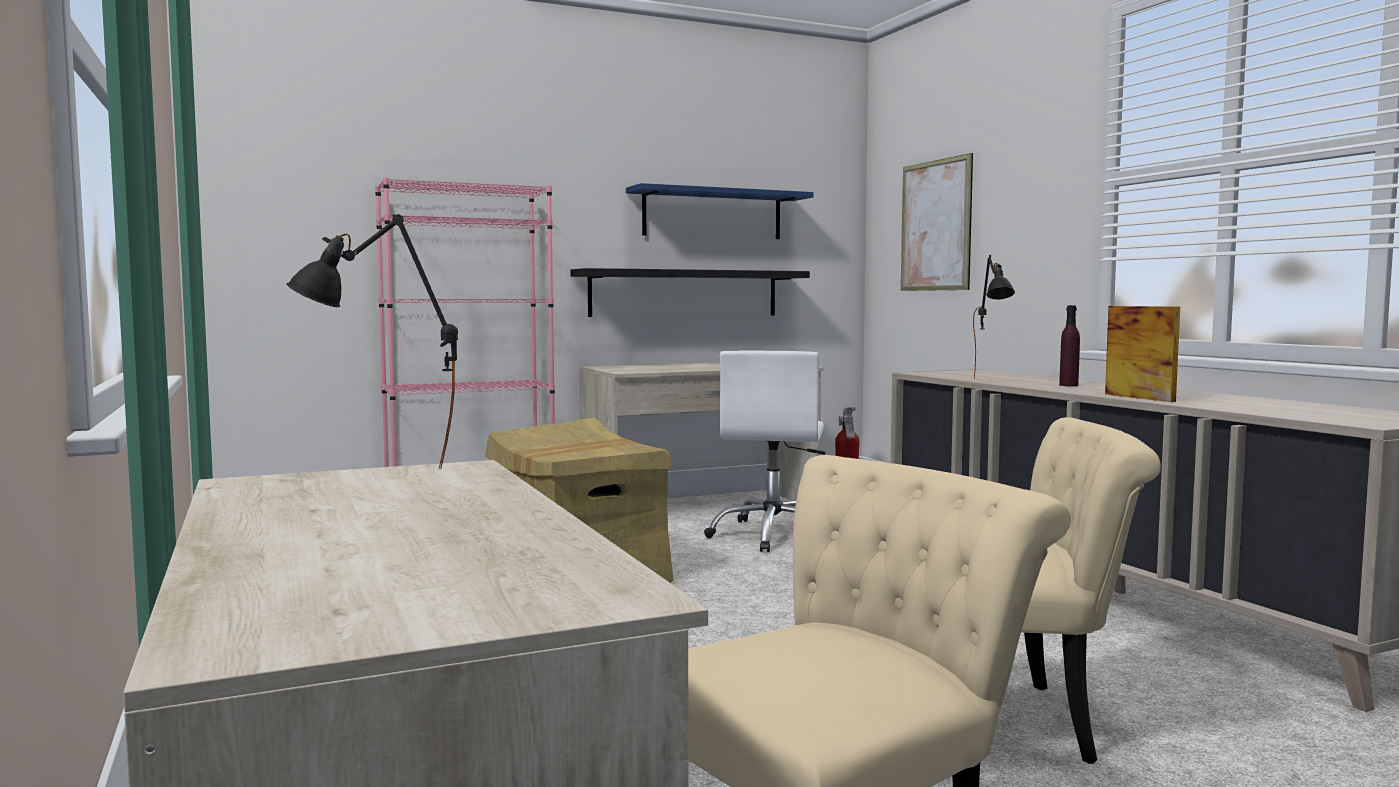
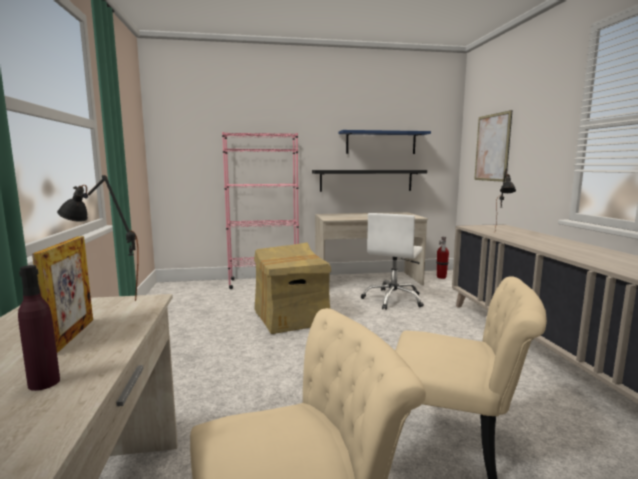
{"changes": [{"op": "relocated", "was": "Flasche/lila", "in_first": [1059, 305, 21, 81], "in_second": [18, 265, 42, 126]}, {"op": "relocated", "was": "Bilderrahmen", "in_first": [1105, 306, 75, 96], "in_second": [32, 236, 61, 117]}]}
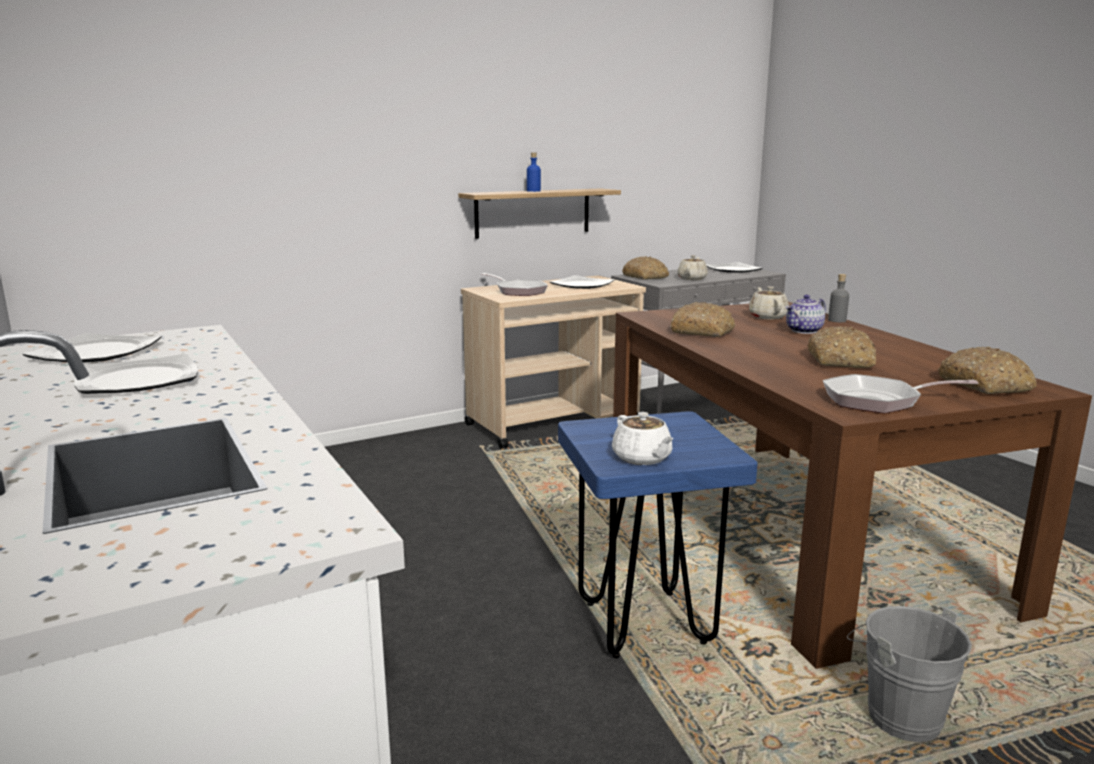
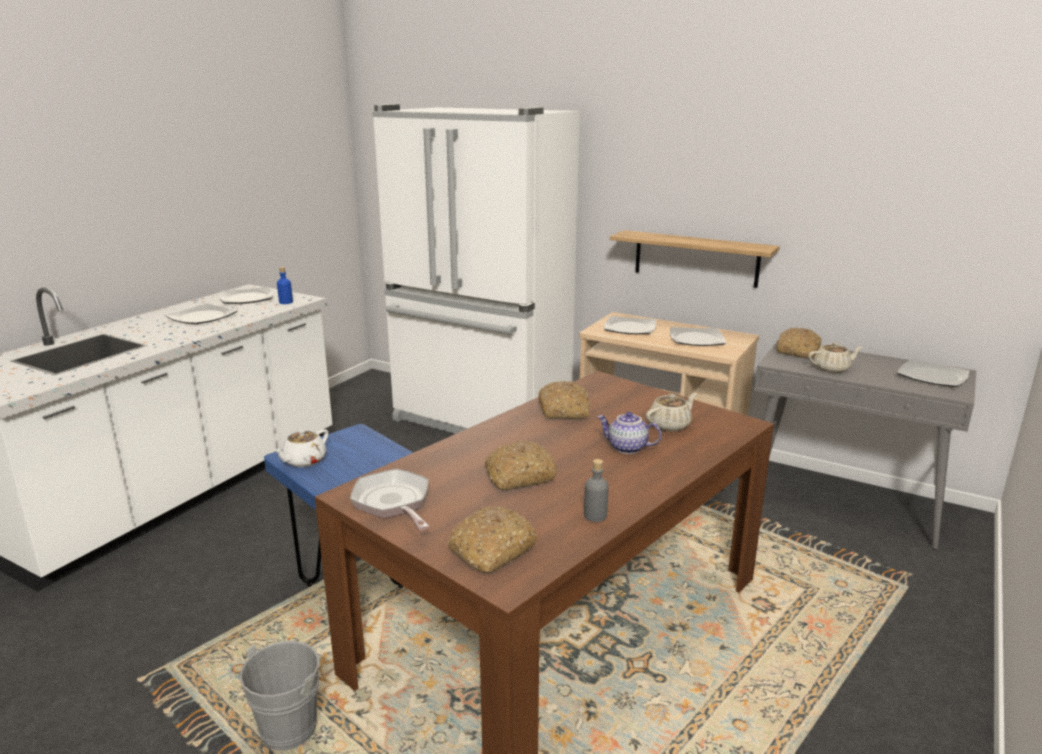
{"changes": [{"op": "appeared", "now": "Kühlschrank/weiß", "in_second": [372, 104, 208, 330]}, {"op": "relocated", "was": "Flasche/blau", "in_first": [527, 152, 14, 40], "in_second": [277, 267, 16, 37]}, {"op": "relocated", "was": "Flasche/grau", "in_first": [828, 274, 21, 48], "in_second": [584, 459, 25, 63]}, {"op": "exchanged", "was": "Pfanne", "now": "Teller", "in_first": [481, 273, 67, 23], "in_second": [604, 316, 52, 18]}]}
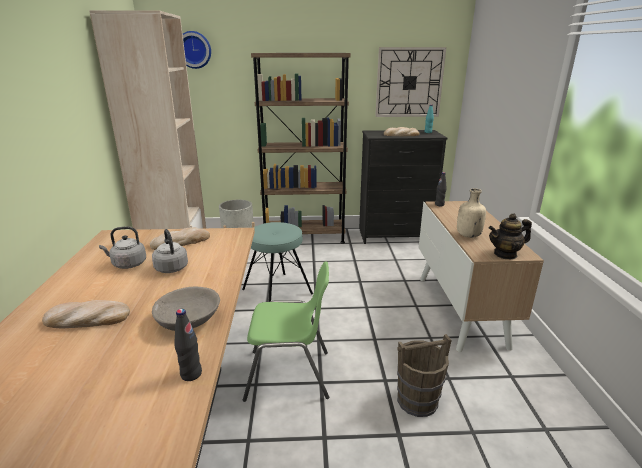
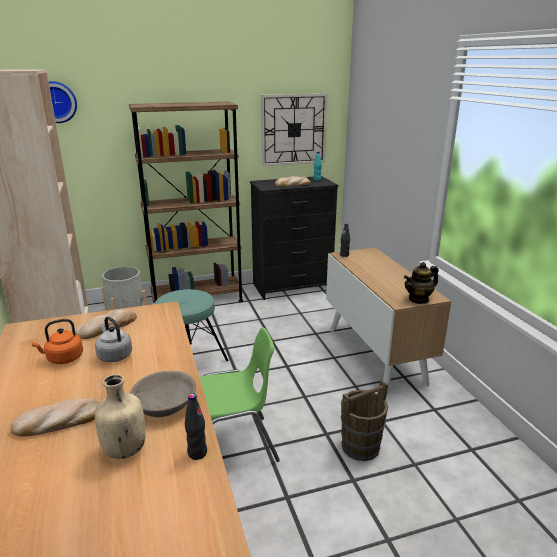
{"changes": [{"op": "relocated", "was": "Flasche/beige", "in_first": [457, 188, 29, 50], "in_second": [95, 374, 51, 85]}, {"op": "colour", "was": "Wasserkessel/grau", "now": "Wasserkessel/orange", "in_first": [99, 226, 47, 43], "in_second": [31, 319, 52, 45]}]}
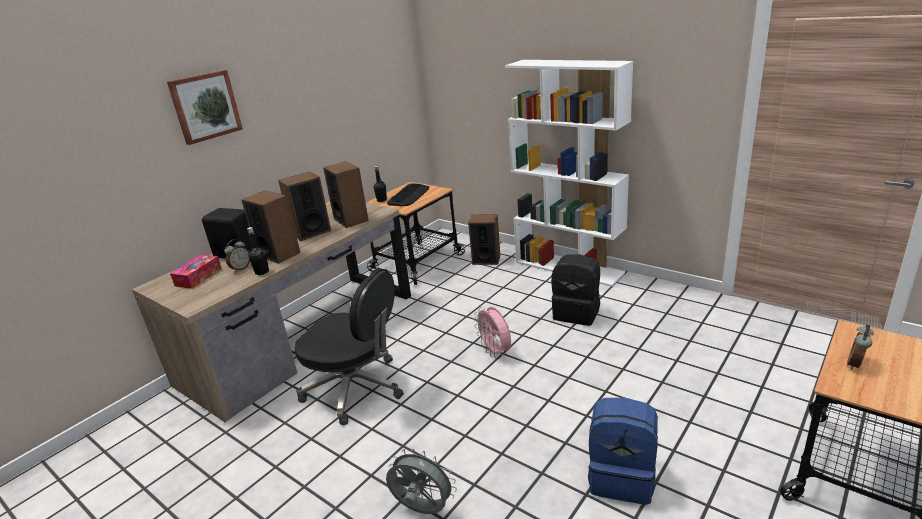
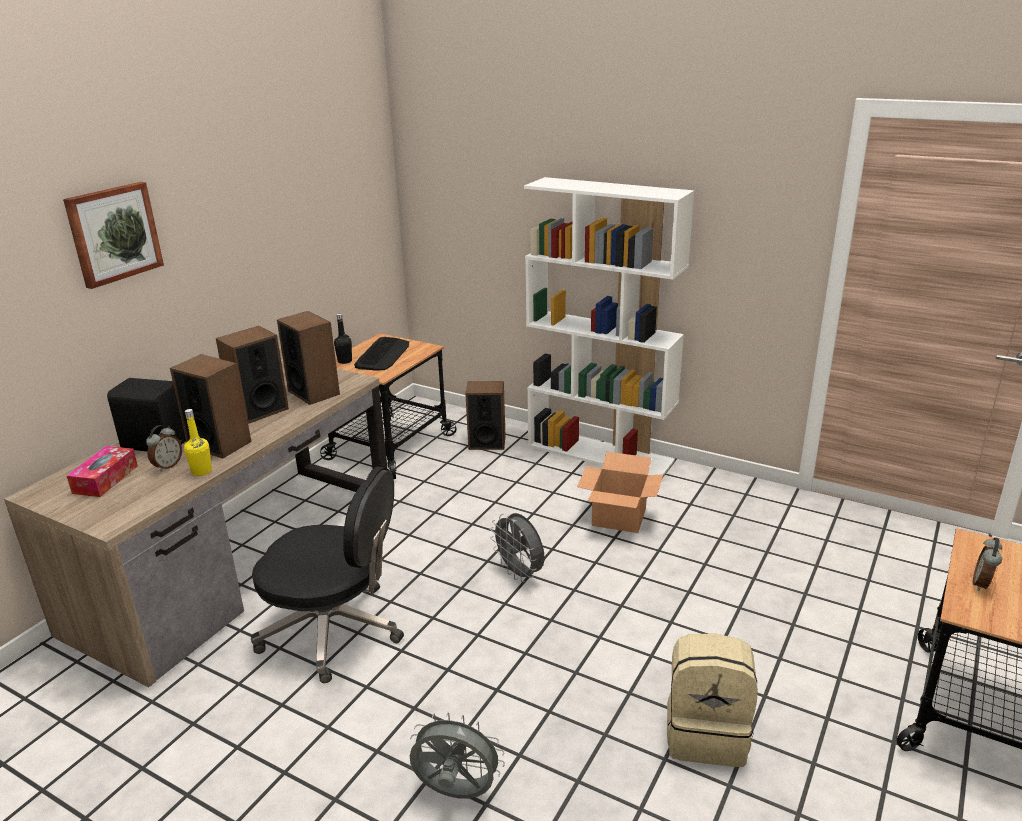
{"changes": [{"op": "exchanged", "was": "Rucksack/schwarz", "now": "Karton", "in_first": [551, 254, 49, 72], "in_second": [577, 452, 86, 81]}, {"op": "colour", "was": "Flasche/schwarz", "now": "Flasche/gelb", "in_first": [247, 227, 22, 48], "in_second": [184, 409, 28, 67]}, {"op": "colour", "was": "Ventilator/rosa", "now": "Ventilator/grau", "in_first": [474, 307, 37, 52], "in_second": [490, 513, 54, 69]}, {"op": "colour", "was": "Rucksack/blau", "now": "Rucksack/beige", "in_first": [588, 398, 70, 107], "in_second": [667, 633, 91, 134]}]}
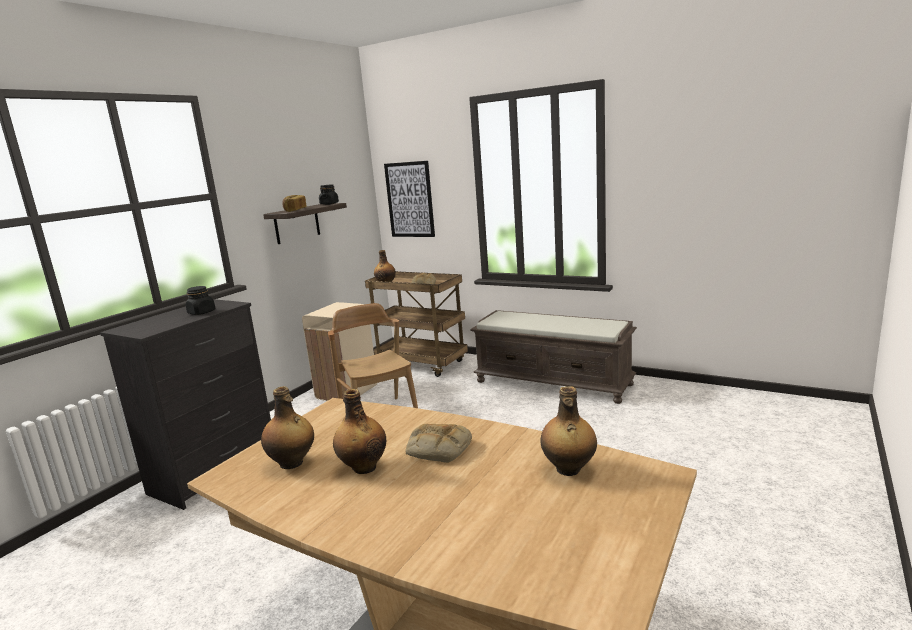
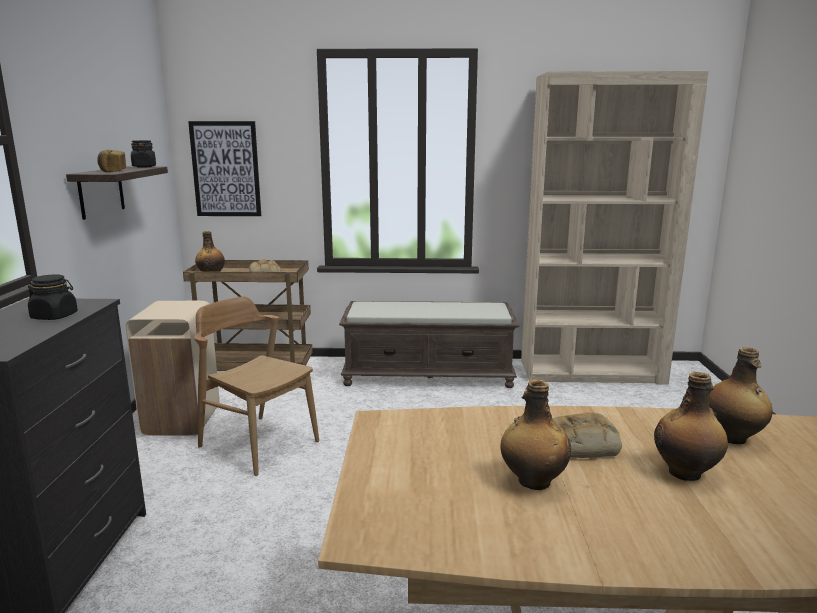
{"changes": [{"op": "appeared", "now": "Bücherregal/beige", "in_second": [521, 71, 188, 314]}, {"op": "relocated", "was": "Flasche", "in_first": [261, 386, 53, 83], "in_second": [654, 372, 74, 109]}]}
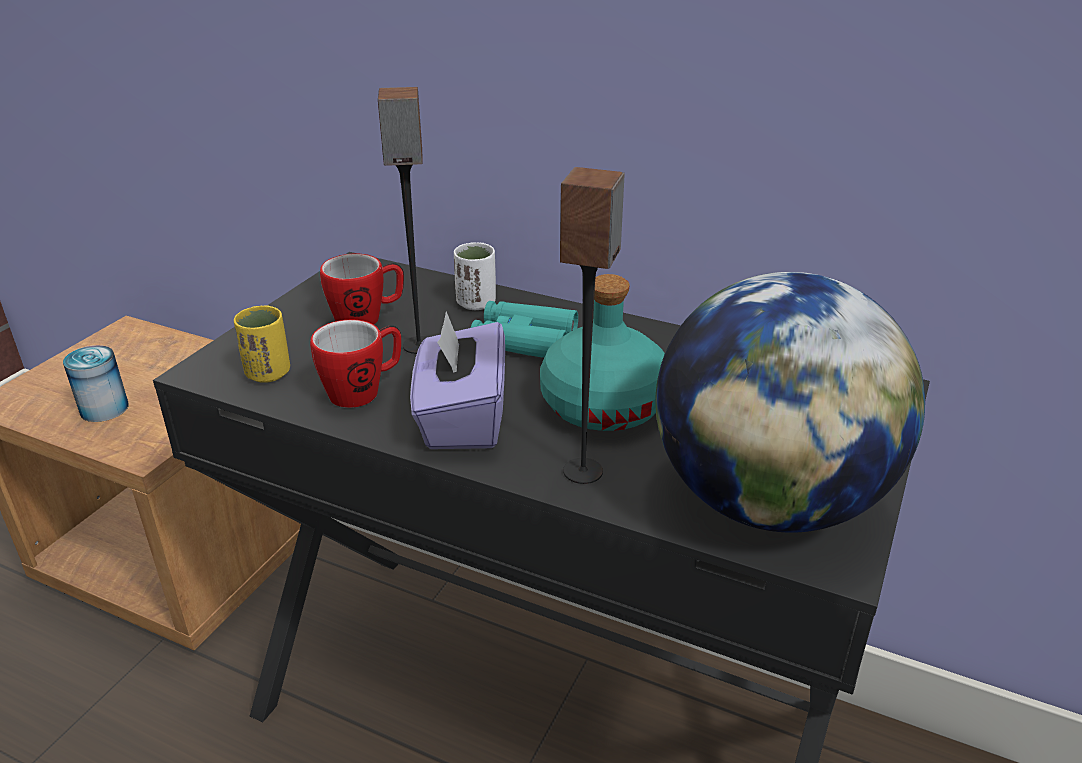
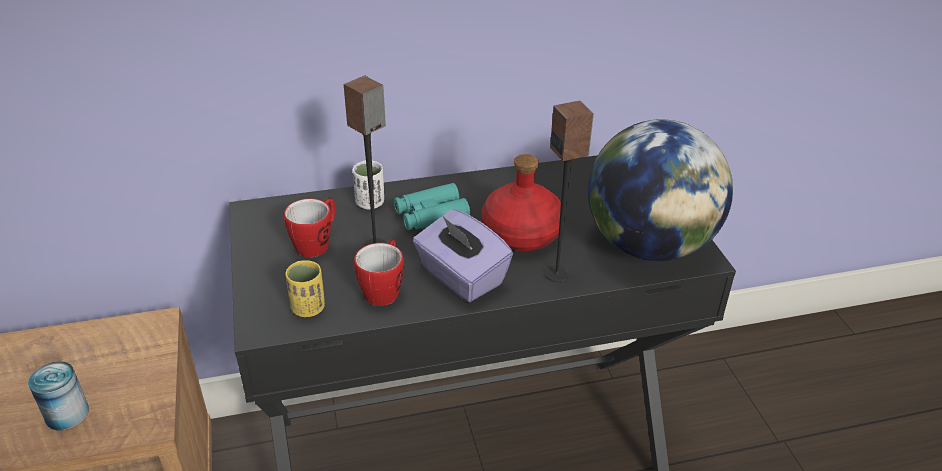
{"changes": [{"op": "colour", "was": "Flasche/türkis", "now": "Flasche/rot", "in_first": [540, 274, 125, 157], "in_second": [481, 154, 84, 97]}]}
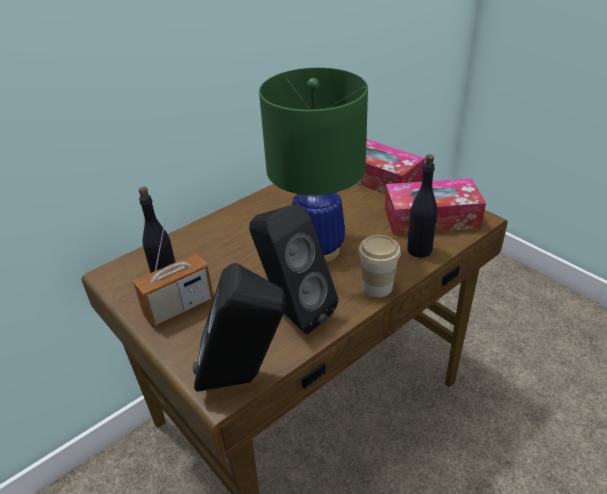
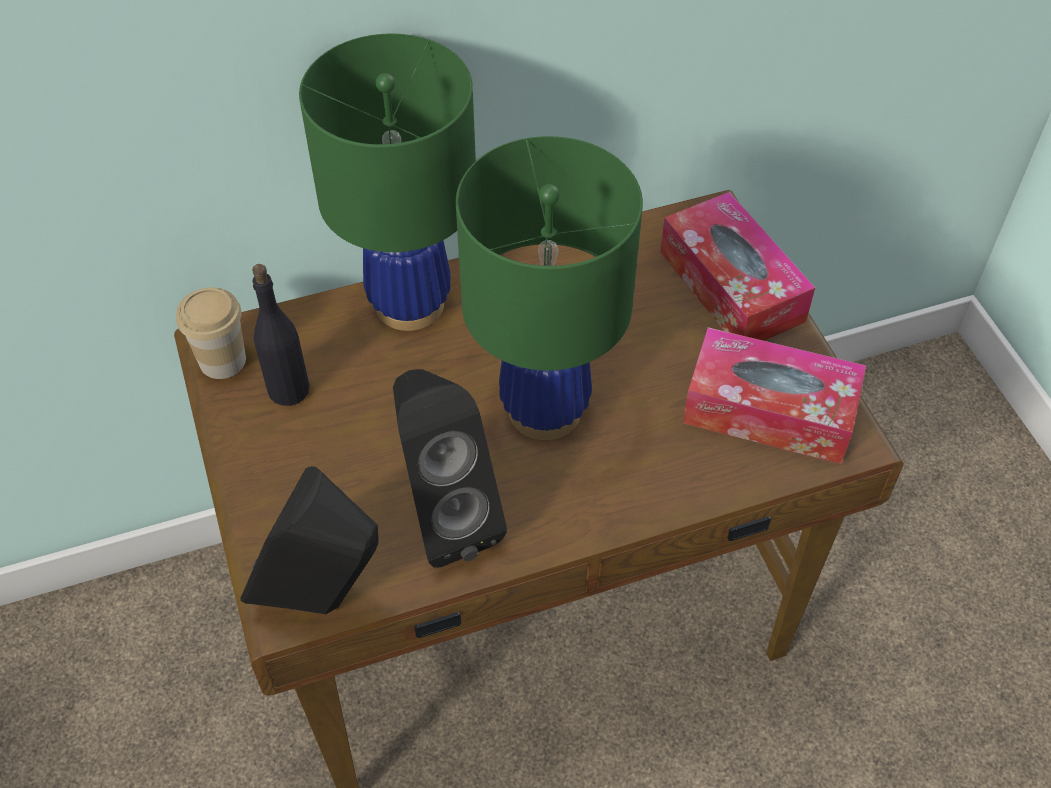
{"changes": [{"op": "missing", "was": "Radio", "in_first": [133, 217, 81, 111]}, {"op": "missing", "was": "Flasche/schwarz", "in_first": [407, 154, 30, 104]}, {"op": "appeared", "now": "Tischlampe/grün", "in_second": [299, 34, 177, 297]}, {"op": "relocated", "was": "Tasse", "in_first": [358, 235, 43, 62], "in_second": [176, 287, 70, 92]}]}
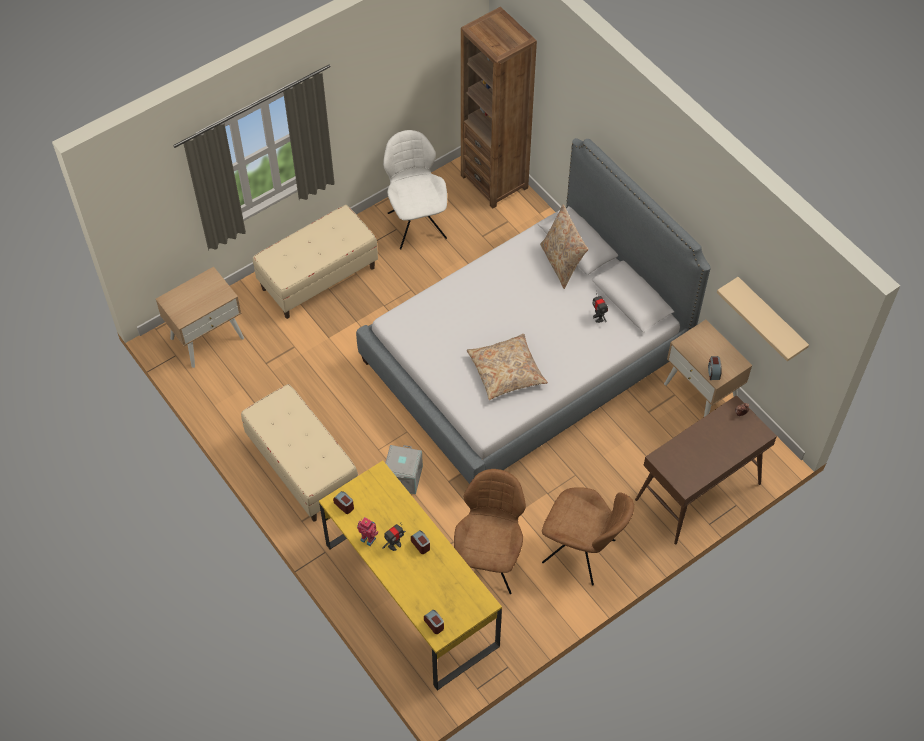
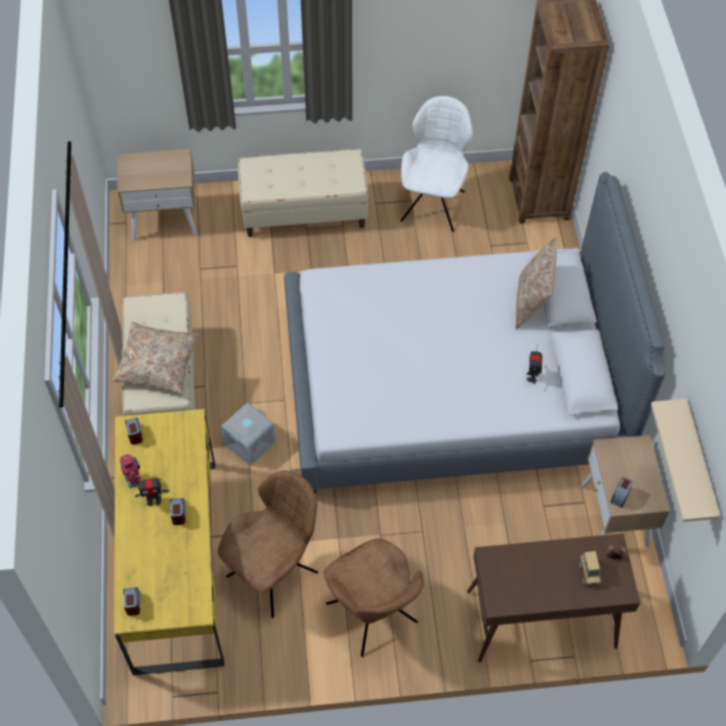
{"changes": [{"op": "appeared", "now": "Spielzeuglaster", "in_second": [579, 551, 23, 34]}, {"op": "relocated", "was": "Kissen/beige", "in_first": [467, 334, 81, 66], "in_second": [112, 322, 88, 72]}]}
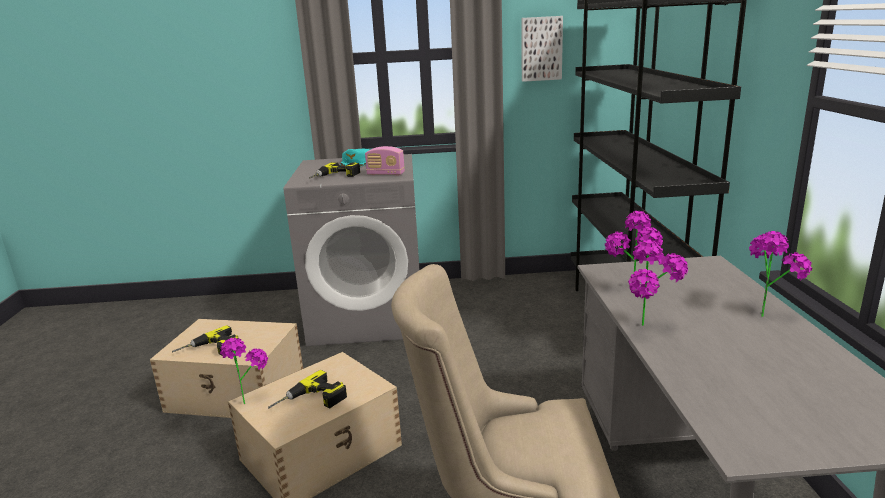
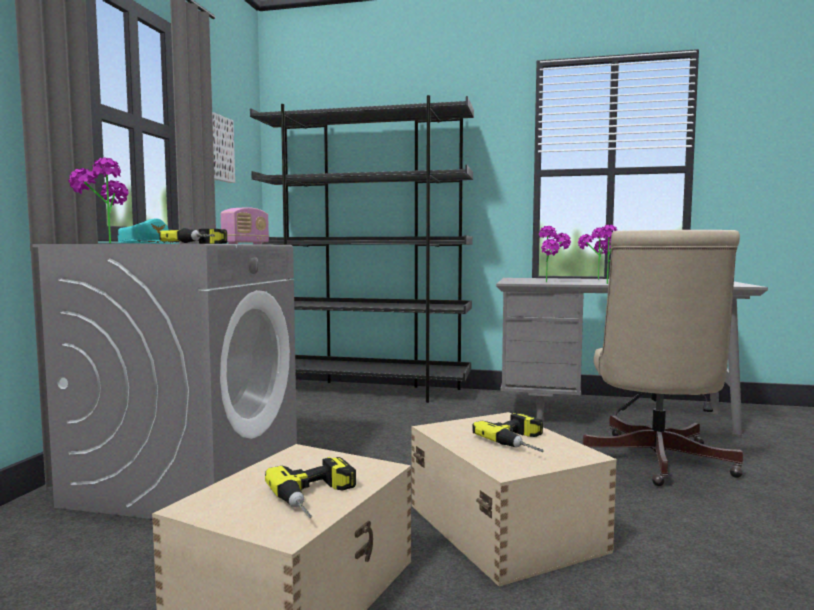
{"changes": [{"op": "relocated", "was": "Topfpflanze", "in_first": [220, 338, 48, 66], "in_second": [68, 158, 60, 86]}]}
